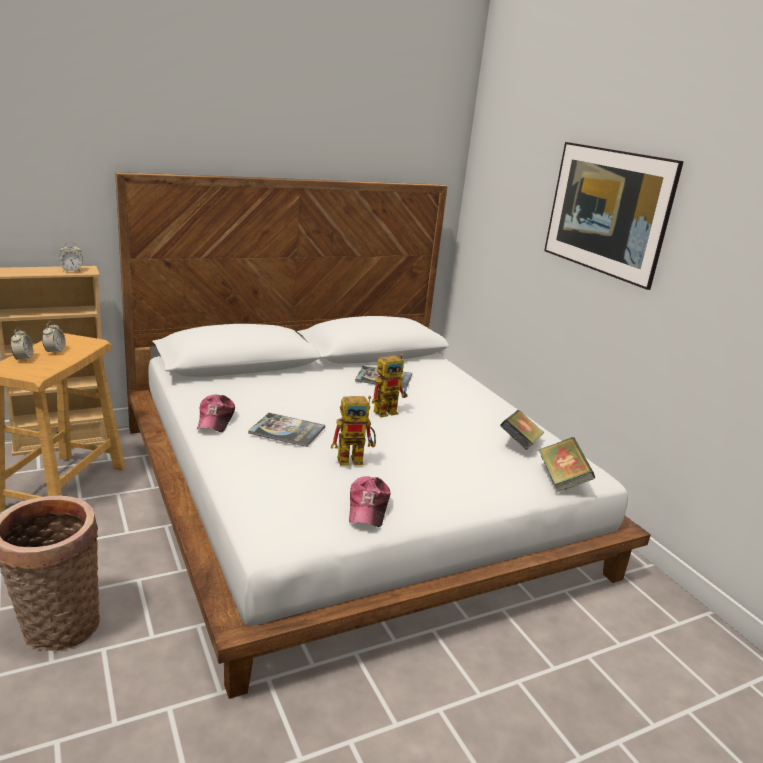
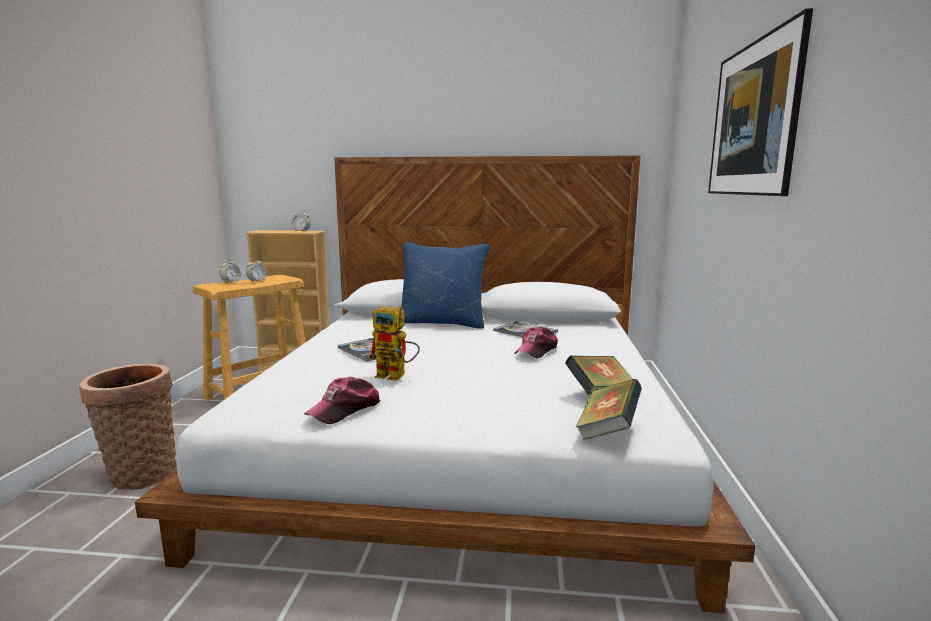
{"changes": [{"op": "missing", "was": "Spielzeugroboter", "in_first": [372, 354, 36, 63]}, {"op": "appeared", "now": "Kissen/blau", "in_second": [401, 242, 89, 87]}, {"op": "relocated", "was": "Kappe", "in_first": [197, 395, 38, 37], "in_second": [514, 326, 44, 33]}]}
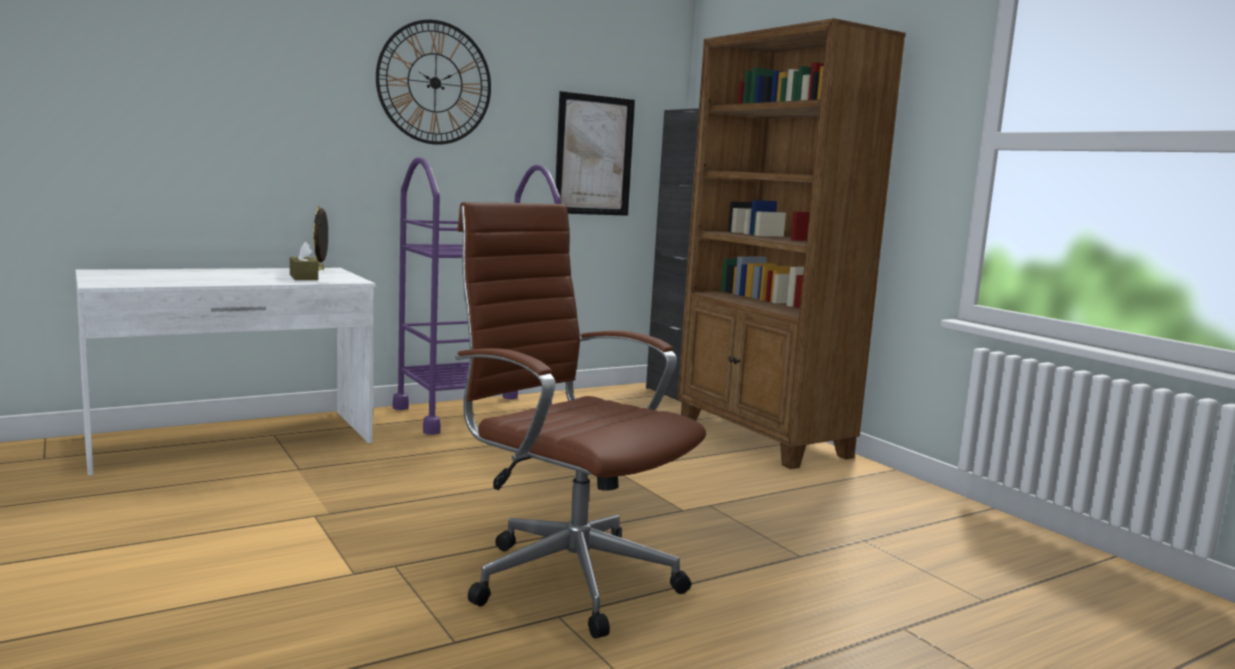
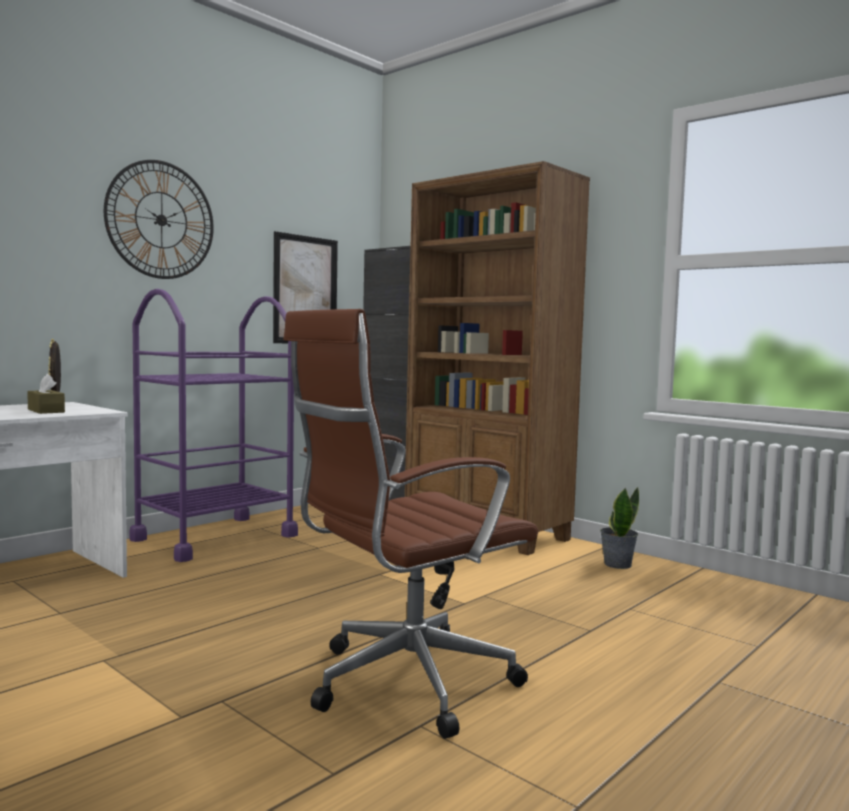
{"changes": [{"op": "appeared", "now": "Topfpflanze", "in_second": [600, 487, 39, 82]}, {"op": "spun", "was": "Bürostuhl/braun", "in_first": [455, 202, 251, 437], "in_second": [283, 309, 255, 430], "clockwise": -60}]}
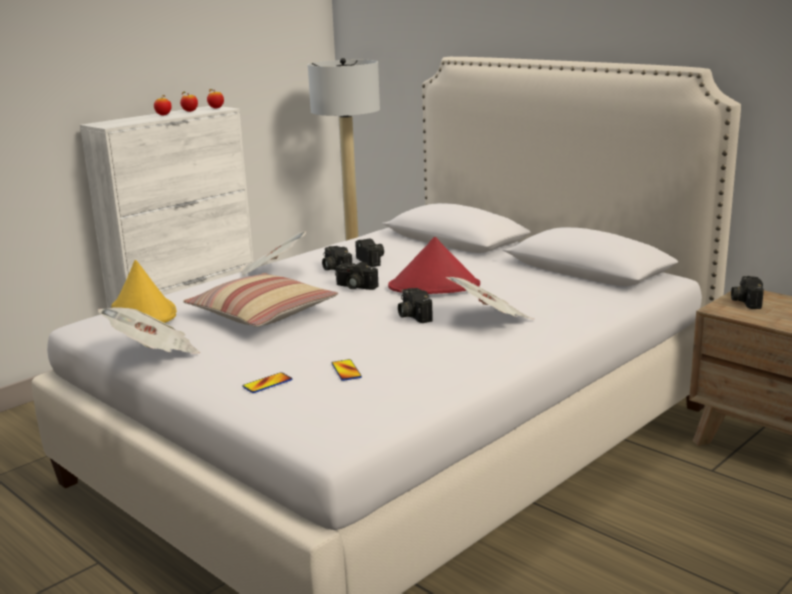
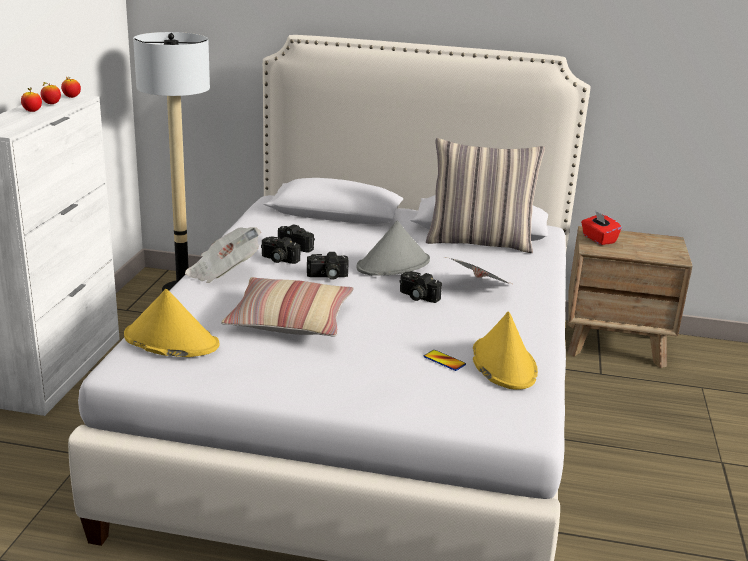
{"changes": [{"op": "missing", "was": "Zeitung", "in_first": [98, 307, 103, 47]}, {"op": "missing", "was": "Handy", "in_first": [242, 372, 50, 21]}, {"op": "appeared", "now": "Kissen", "in_second": [426, 138, 119, 115]}, {"op": "appeared", "now": "Hut/gelb", "in_second": [473, 311, 65, 79]}, {"op": "exchanged", "was": "Kamera", "now": "Taschentuchbox/rot", "in_first": [731, 276, 33, 33], "in_second": [581, 210, 41, 35]}, {"op": "colour", "was": "Hut/rot", "now": "Hut/grau", "in_first": [388, 237, 92, 57], "in_second": [357, 221, 73, 55]}]}
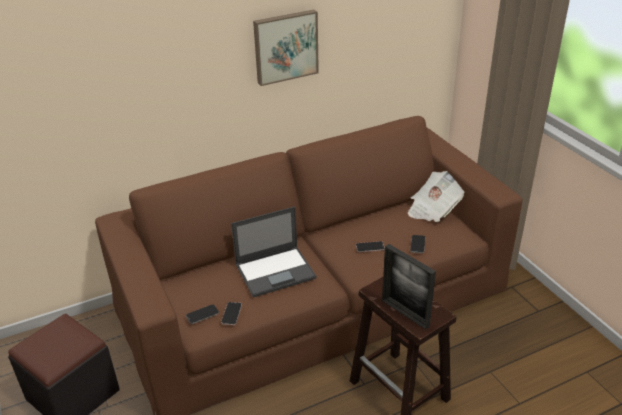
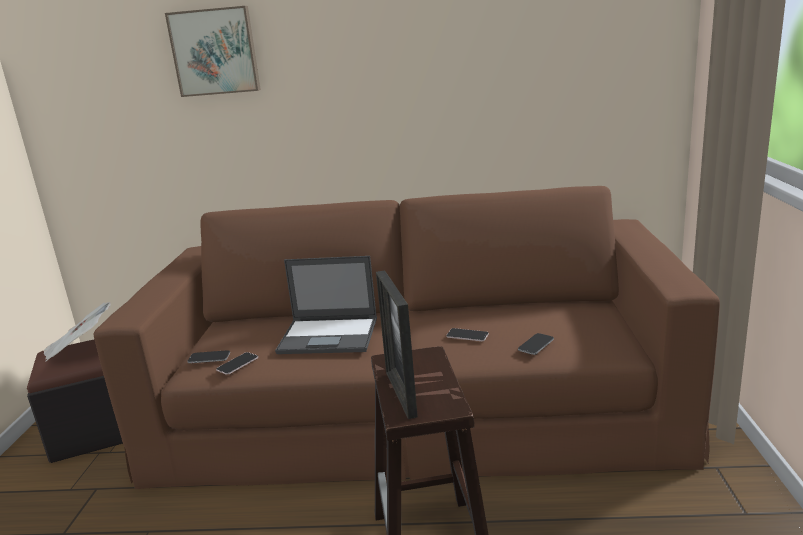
{"changes": [{"op": "relocated", "was": "Bild", "in_first": [253, 10, 66, 76], "in_second": [165, 6, 96, 91]}, {"op": "relocated", "was": "Zeitung", "in_first": [408, 171, 56, 51], "in_second": [44, 302, 67, 60]}]}
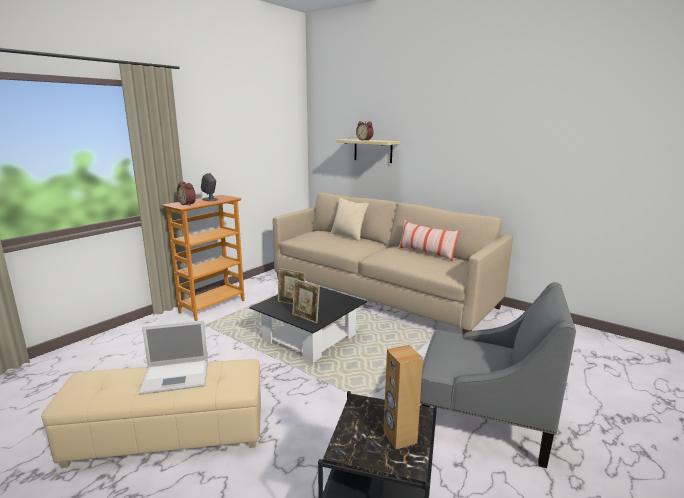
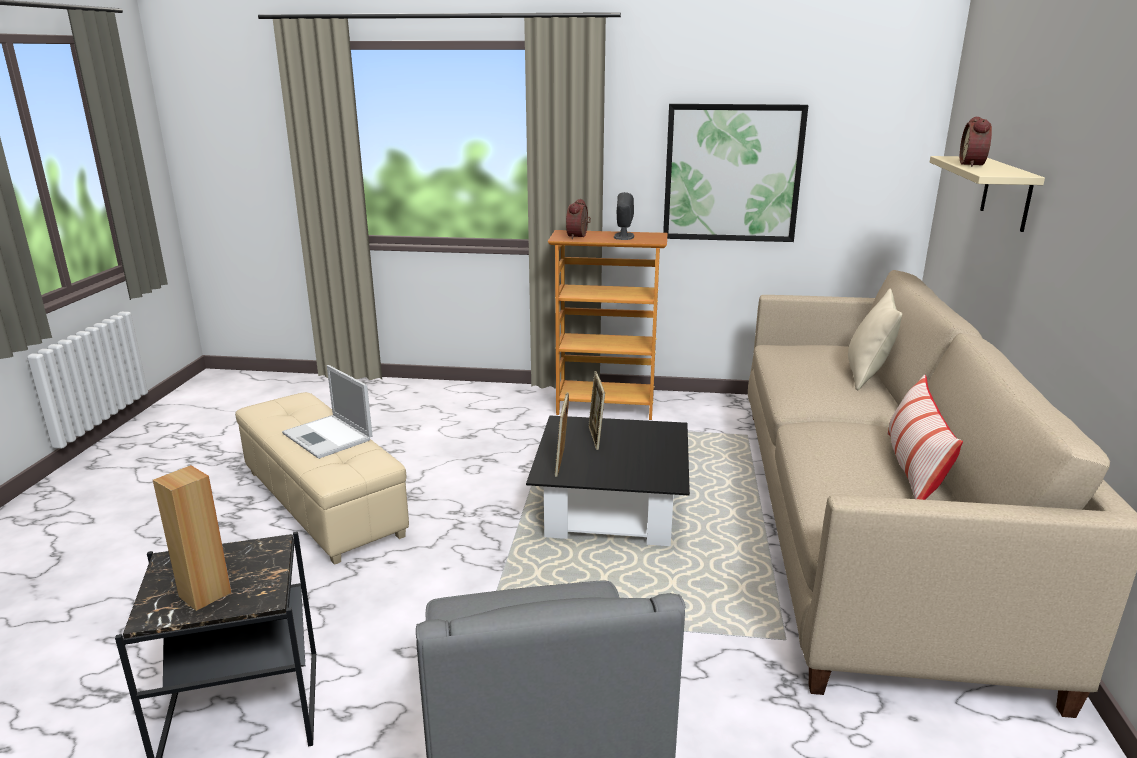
{"changes": [{"op": "appeared", "now": "Bild", "in_second": [663, 104, 145, 138]}]}
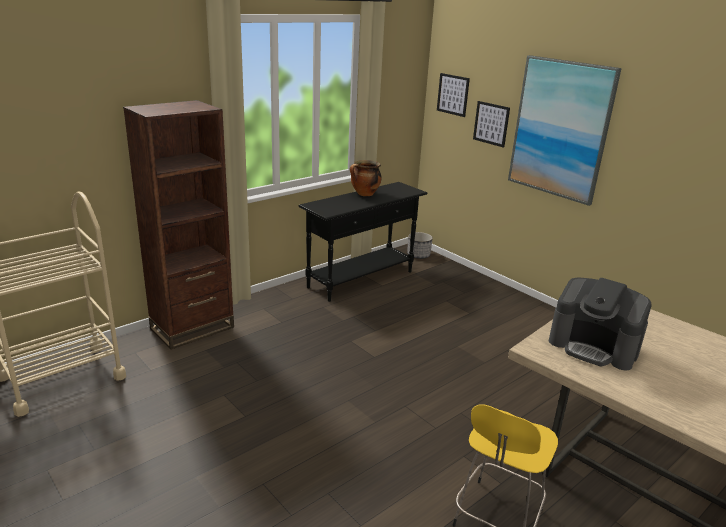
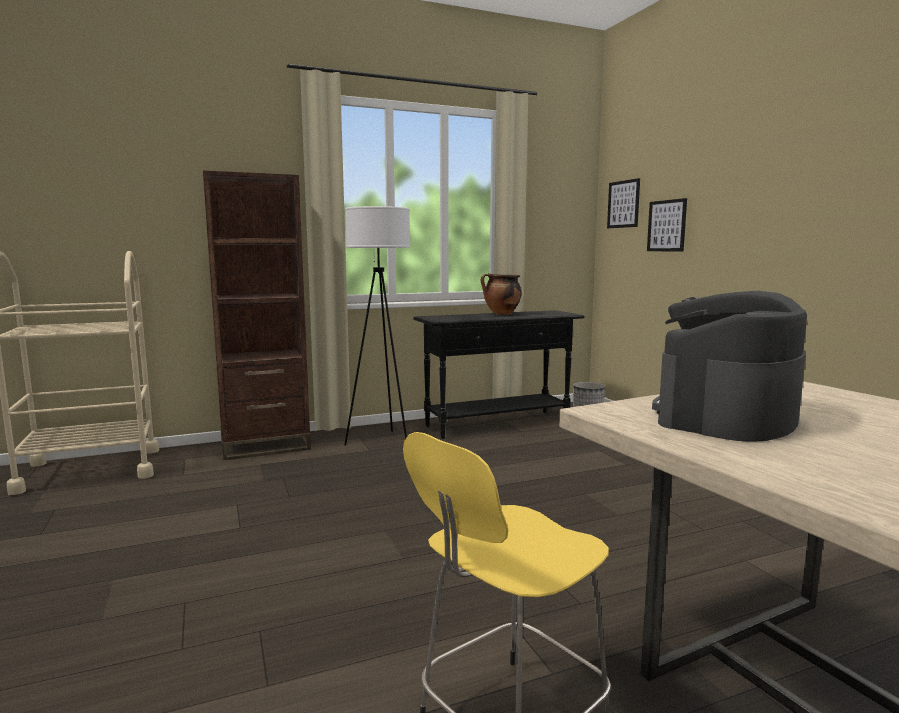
{"changes": [{"op": "missing", "was": "Bild", "in_first": [508, 55, 114, 151]}, {"op": "appeared", "now": "Stehlampe/weiß", "in_second": [344, 206, 66, 240]}, {"op": "spun", "was": "Kaffeemaschine", "in_first": [549, 278, 103, 92], "in_second": [652, 291, 155, 151], "clockwise": 75}]}
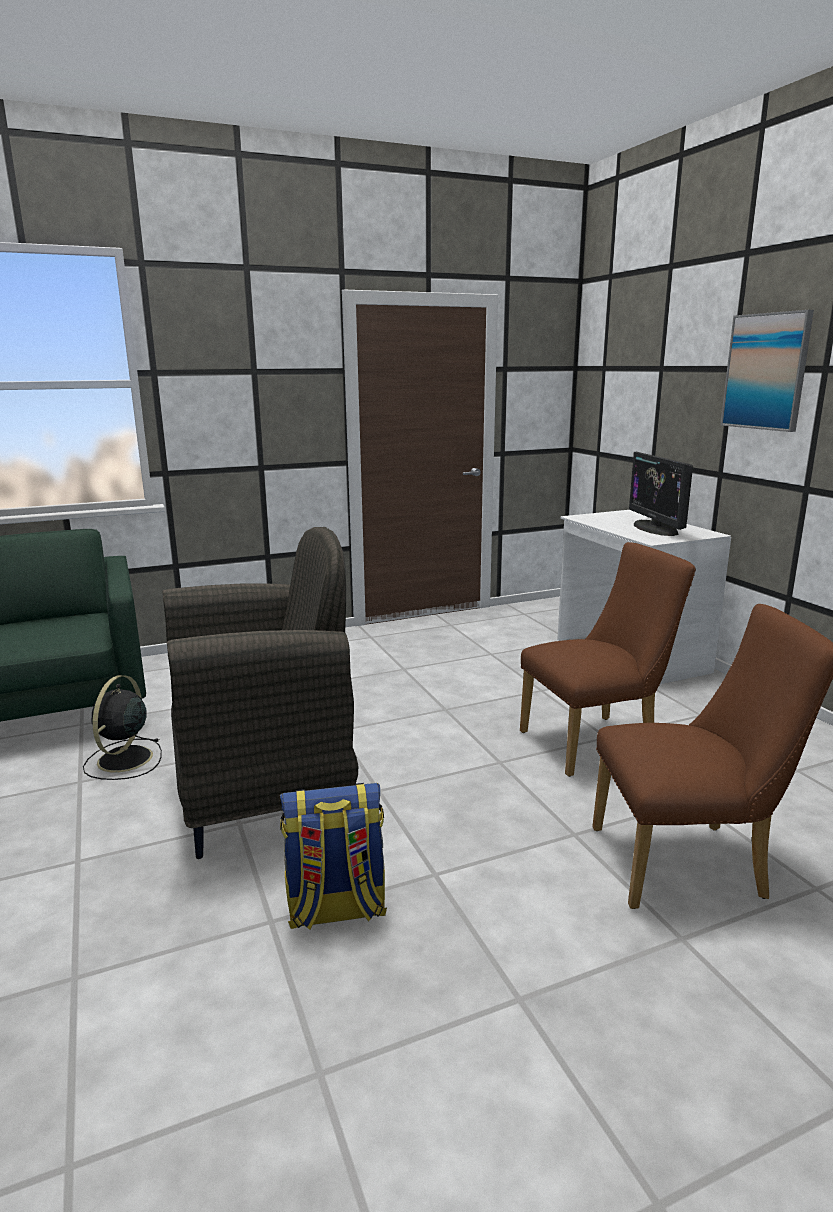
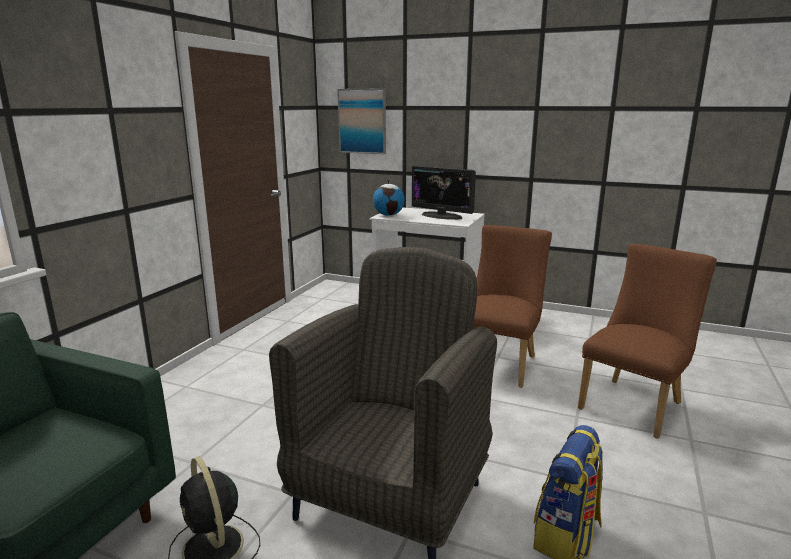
{"changes": [{"op": "appeared", "now": "Globus", "in_second": [373, 179, 32, 37]}, {"op": "relocated", "was": "Bild", "in_first": [720, 310, 94, 122], "in_second": [337, 88, 49, 66]}]}
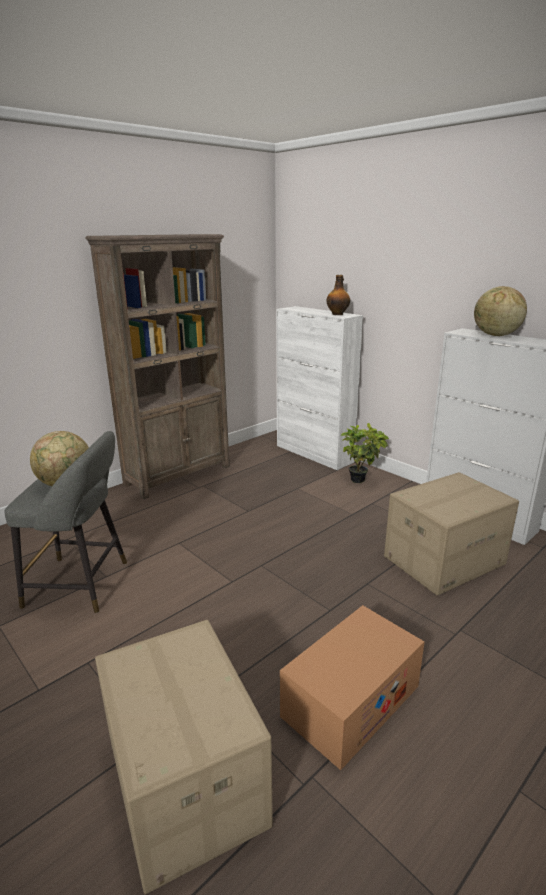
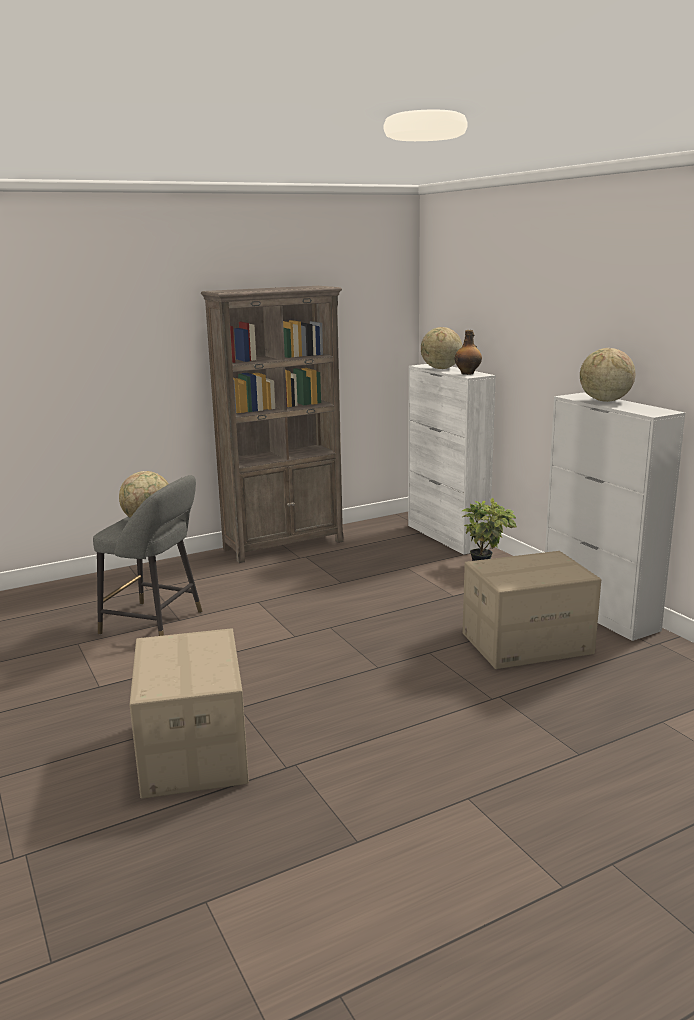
{"changes": [{"op": "missing", "was": "Karton", "in_first": [280, 605, 144, 165]}, {"op": "appeared", "now": "Globus", "in_second": [421, 327, 41, 42]}]}
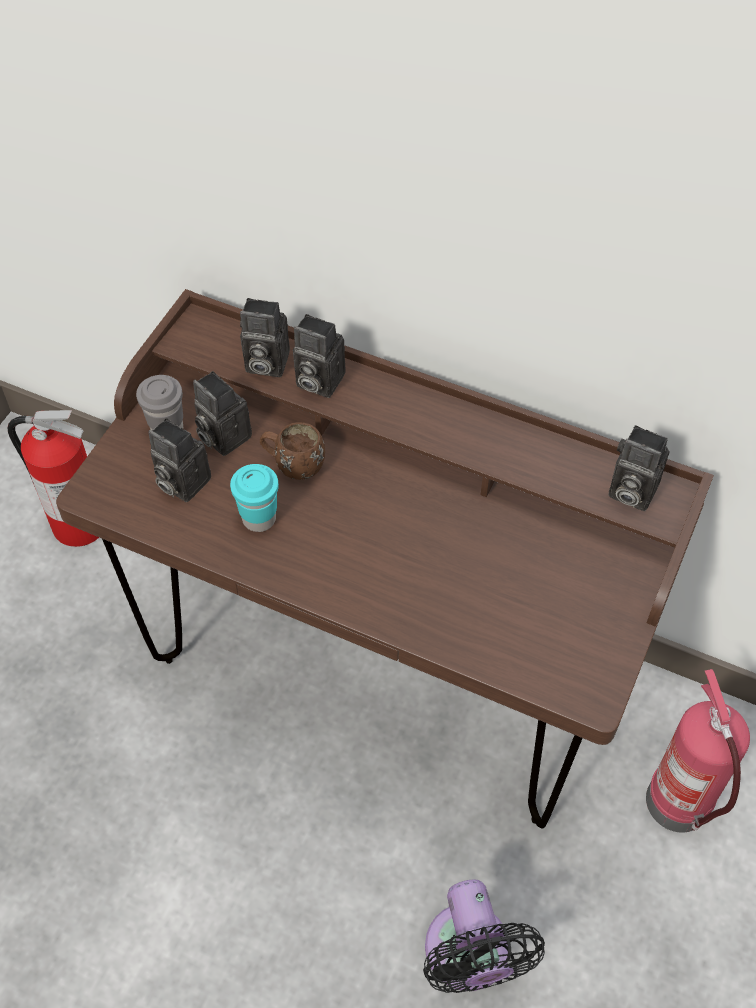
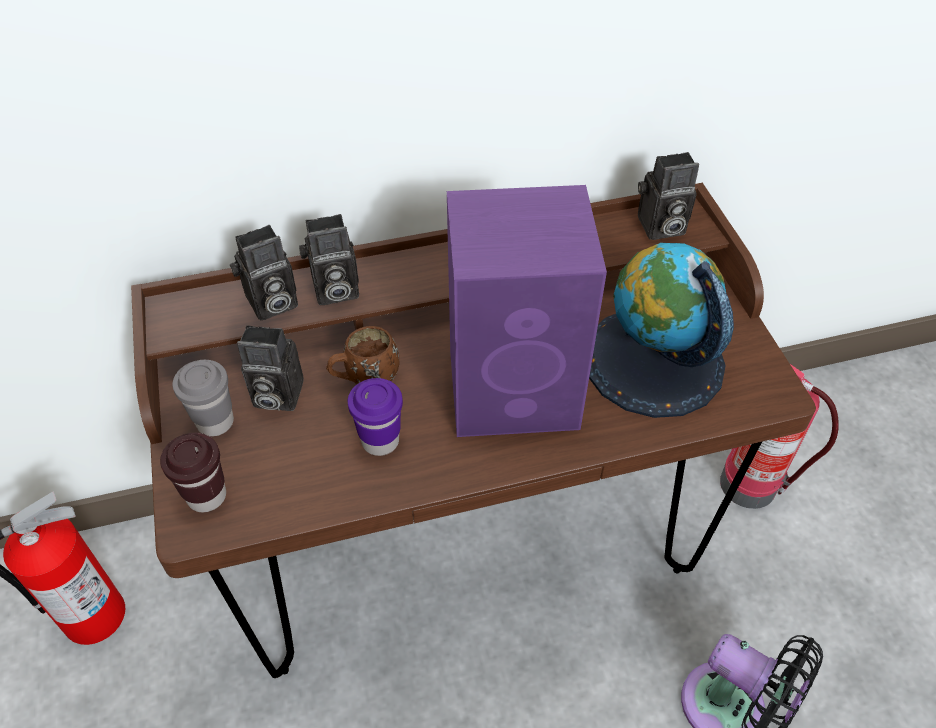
{"changes": [{"op": "missing", "was": "Kamera", "in_first": [148, 418, 63, 84]}, {"op": "appeared", "now": "Tasse/braun", "in_second": [160, 433, 66, 79]}, {"op": "appeared", "now": "Lautsprecher/lila", "in_second": [447, 185, 160, 252]}, {"op": "appeared", "now": "Globus", "in_second": [589, 243, 145, 175]}, {"op": "colour", "was": "Tasse/türkis", "now": "Tasse/lila", "in_first": [230, 464, 49, 68], "in_second": [348, 378, 55, 78]}]}
